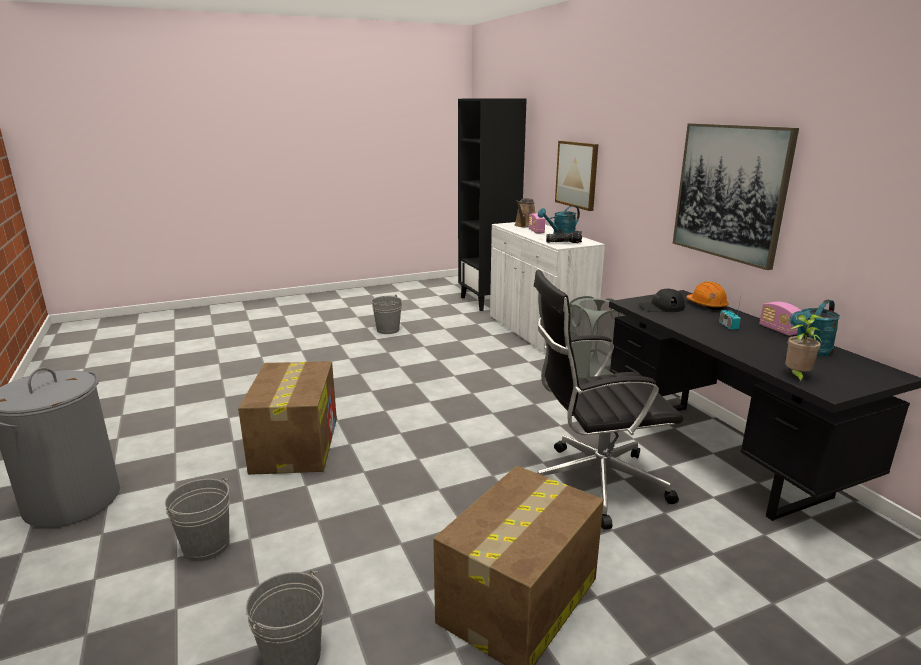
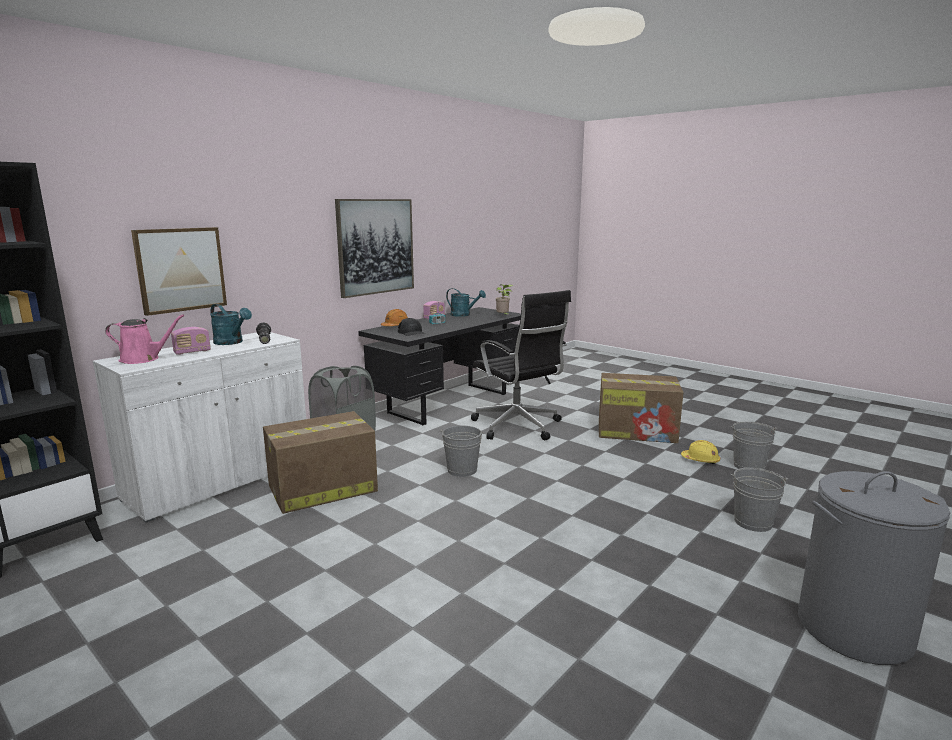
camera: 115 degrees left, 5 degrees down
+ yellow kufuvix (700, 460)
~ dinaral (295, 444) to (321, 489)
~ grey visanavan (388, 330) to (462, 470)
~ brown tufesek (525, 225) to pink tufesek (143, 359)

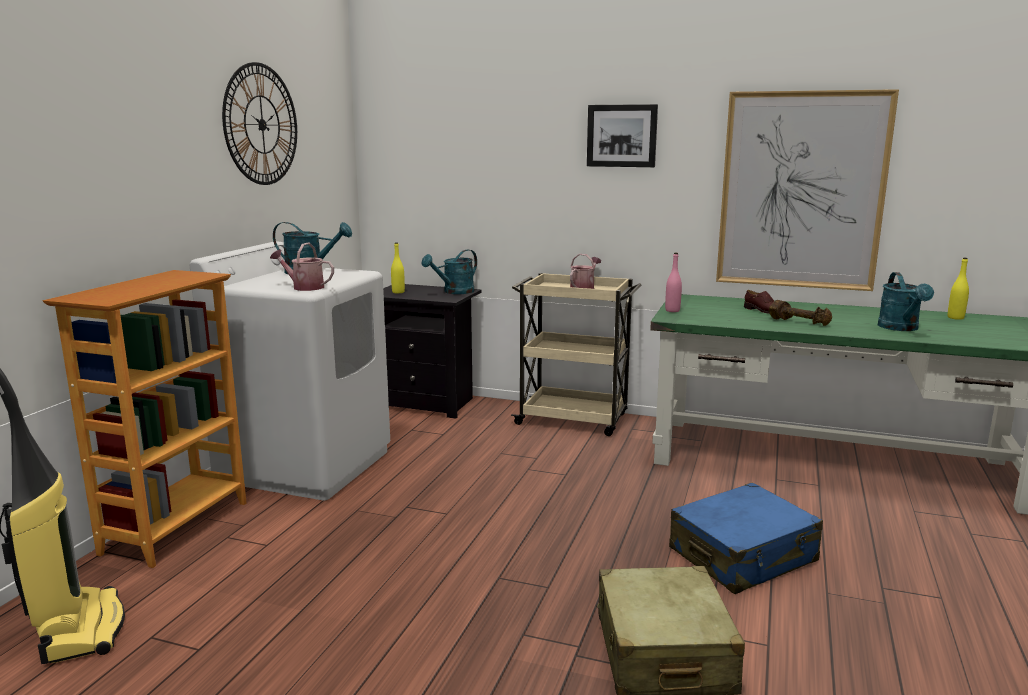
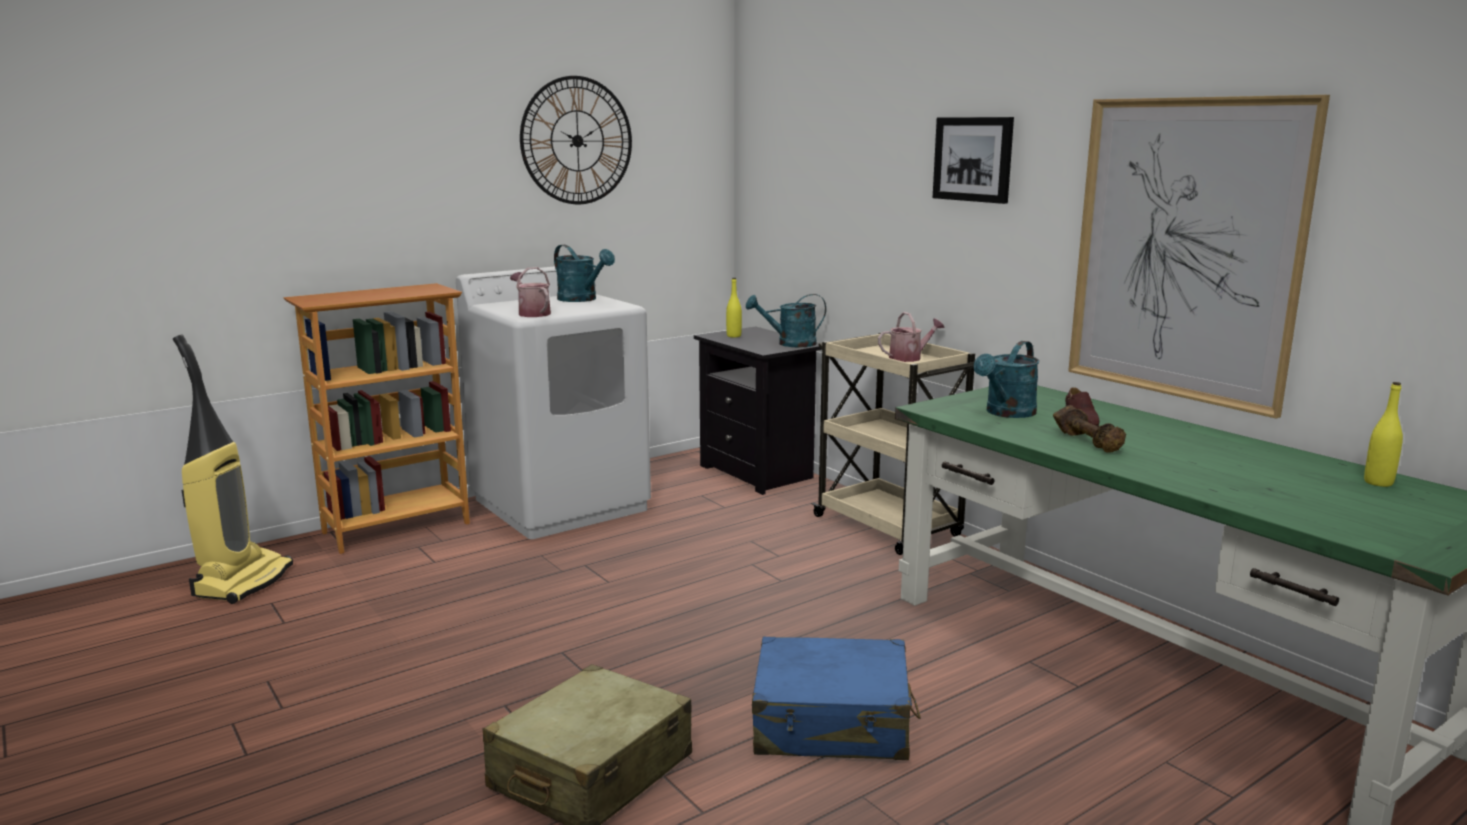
camera: 35 degrees right, 0 degrees up
- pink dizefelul (672, 310)
~ turquoise tufesek (901, 328) to (1006, 413)

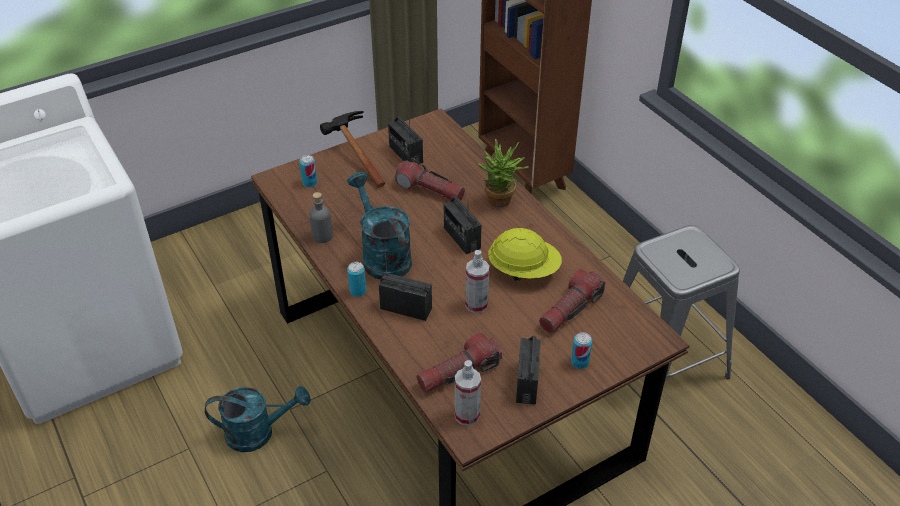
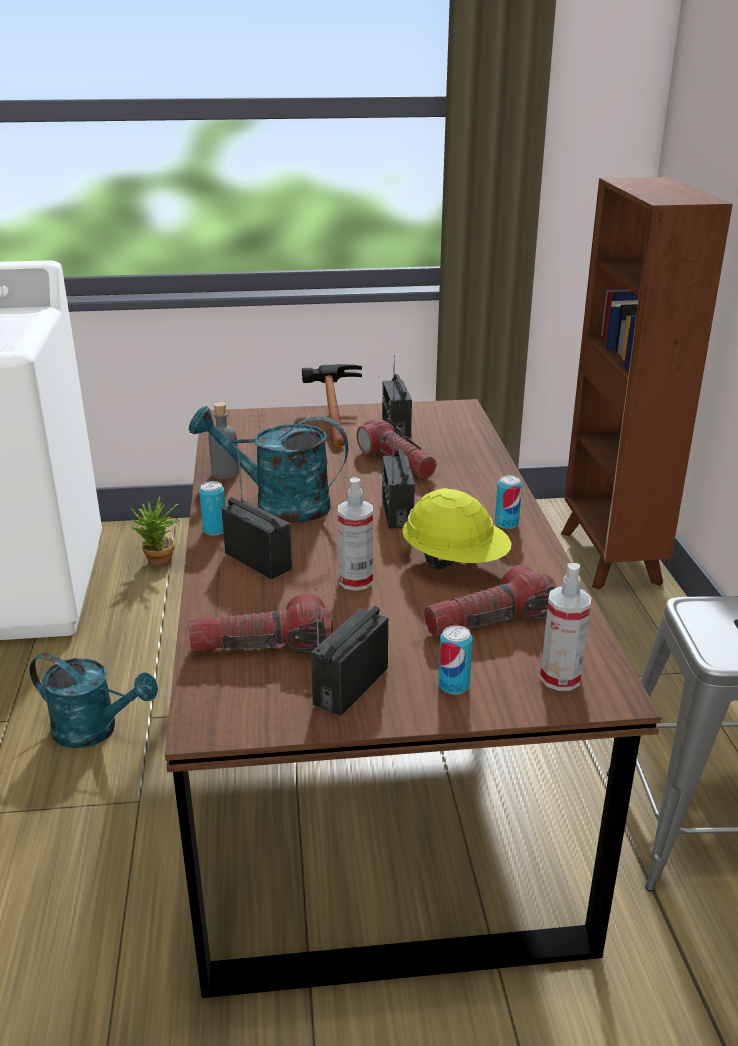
camera: 25 degrees right, 15 degrees down
~ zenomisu (309, 183) to (506, 523)
~ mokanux (467, 415) to (560, 678)
~ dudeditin (501, 203) to (158, 564)
~ turquoise tufesek (382, 255) = (278, 505) 75 degrees counterclockwise

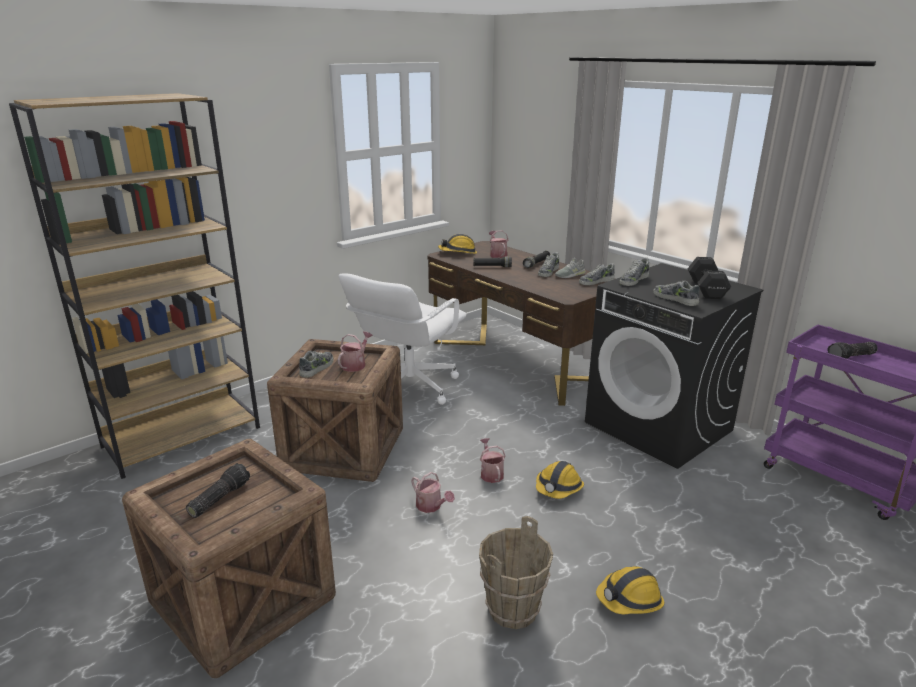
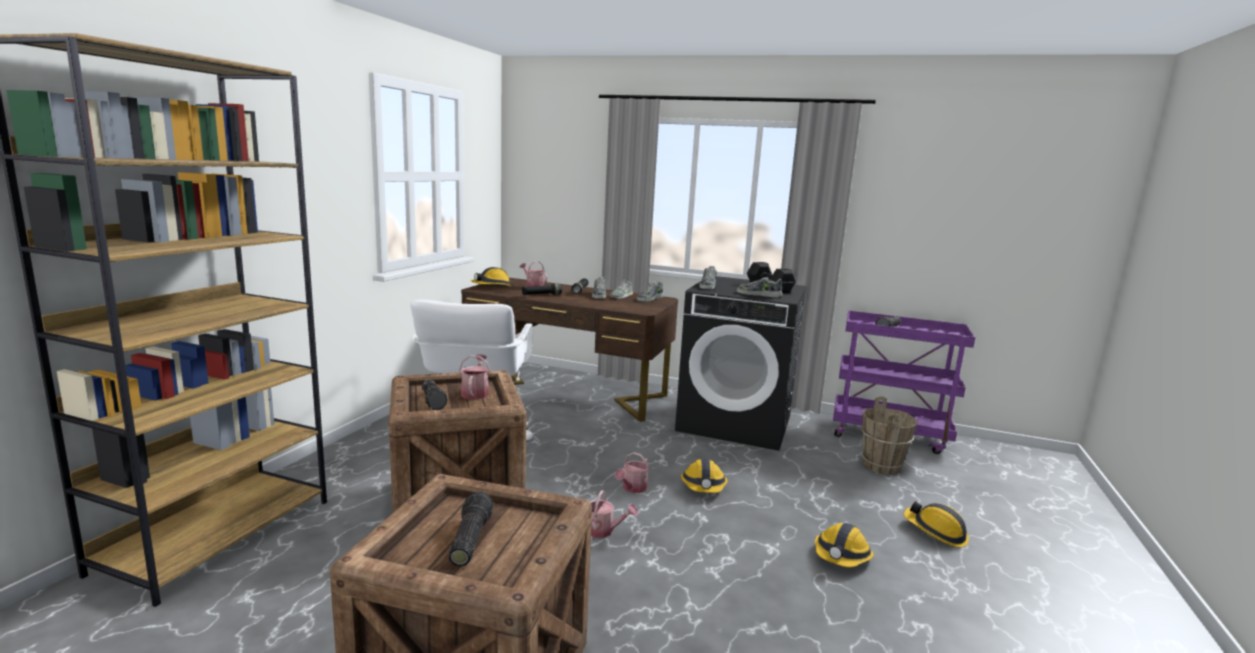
camera: 30 degrees left, 10 degrees down
+ kufuvix (935, 532)
~ brown visanavan (513, 610) to (882, 466)
~ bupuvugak (317, 368) to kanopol (434, 401)
~ tufesek (491, 473) = (632, 488) 105 degrees counterclockwise

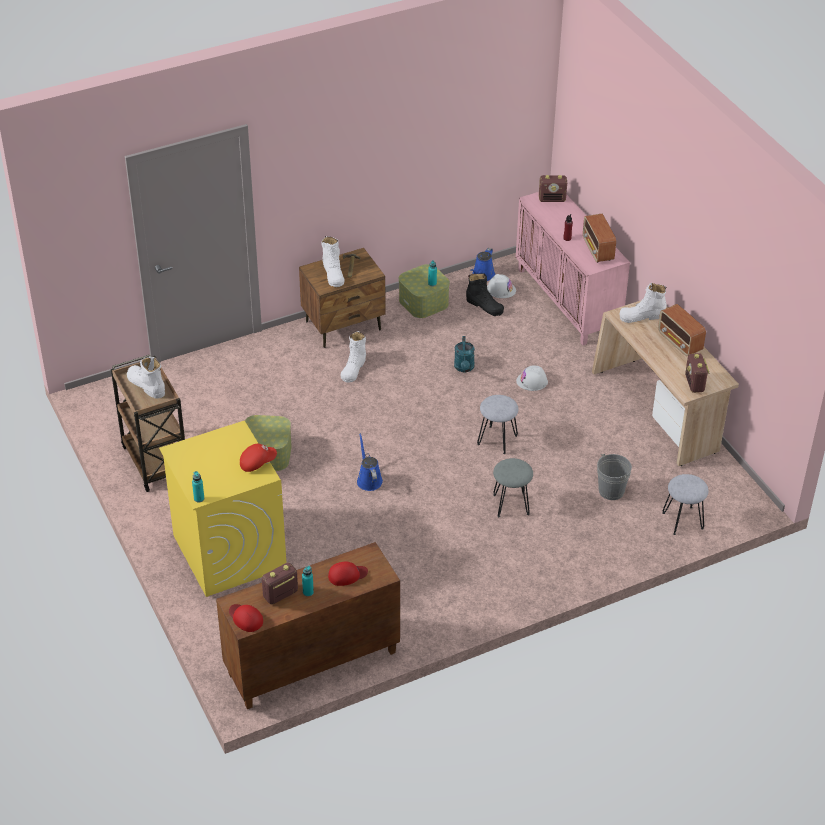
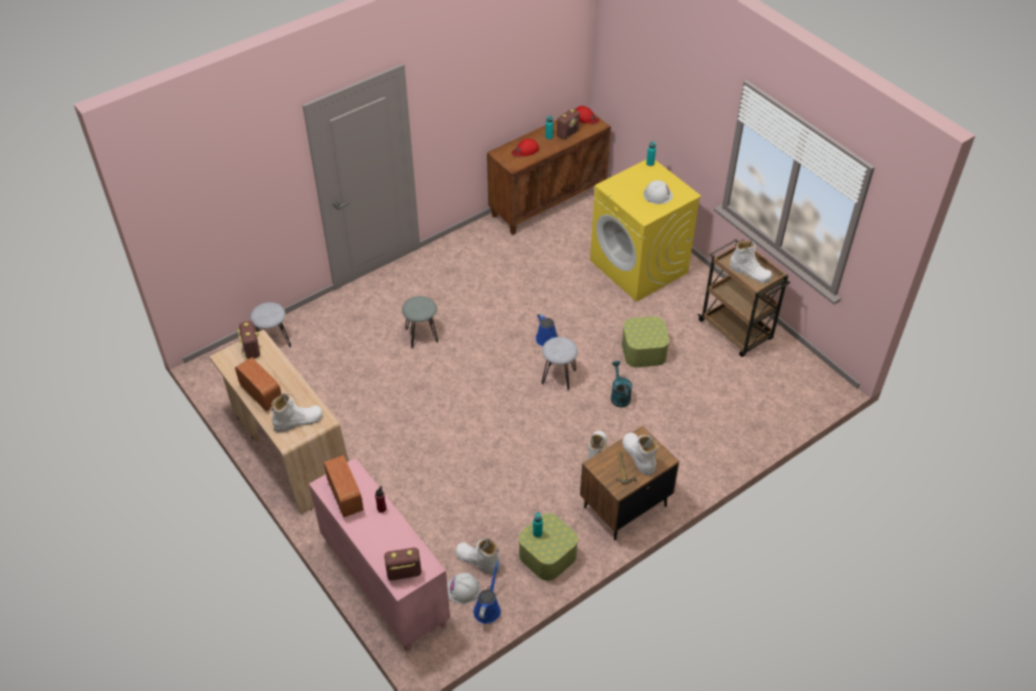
camera: 170 degrees right, 5 degrees up
- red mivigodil (257, 462)
- grey visanavan (611, 491)
~ turquoise tufesek (464, 368) to (619, 395)
~ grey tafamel (497, 439) to (559, 377)
~ white kufuvix (532, 381) to (658, 195)
~ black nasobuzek (484, 306) to white nasobuzek (478, 560)

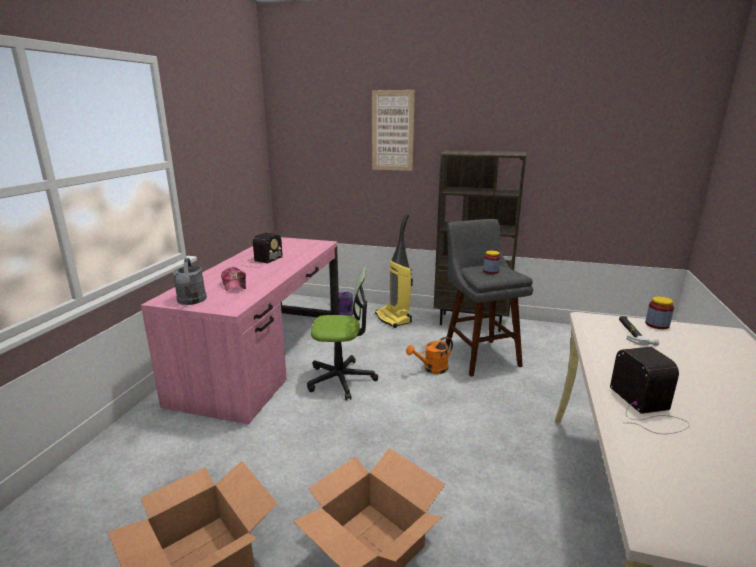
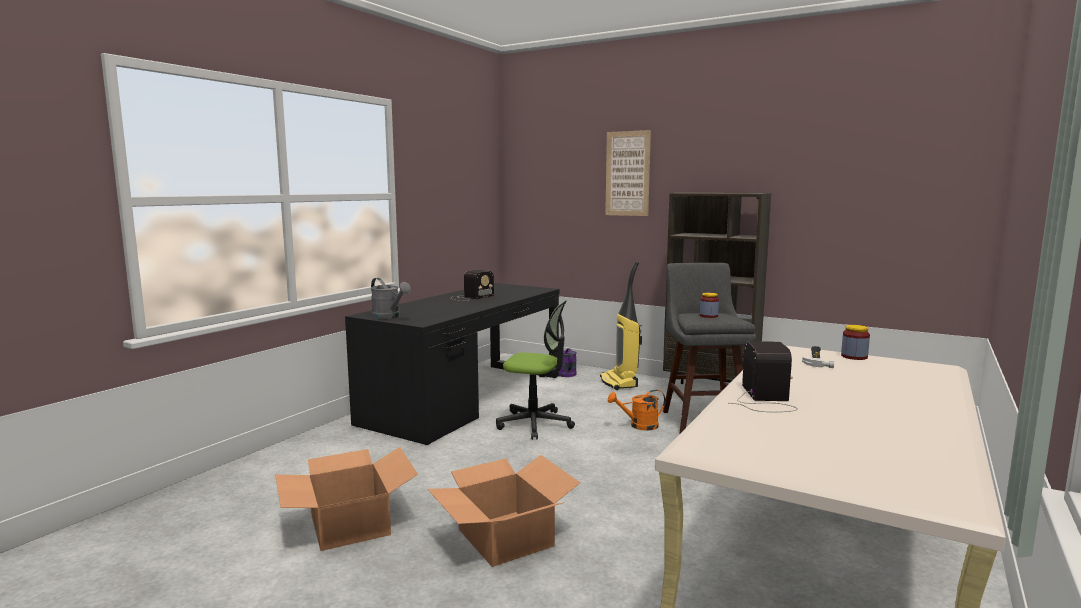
camera: 15 degrees right, 10 degrees down
- mivigodil (235, 284)
~ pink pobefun (266, 355) to black pobefun (466, 399)
~ grey tufesek (191, 301) = (389, 317) 45 degrees counterclockwise

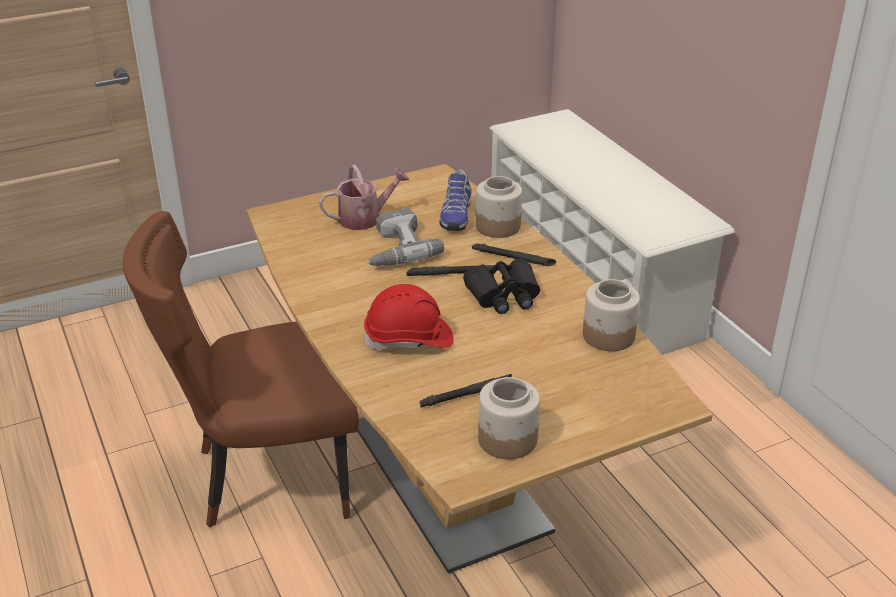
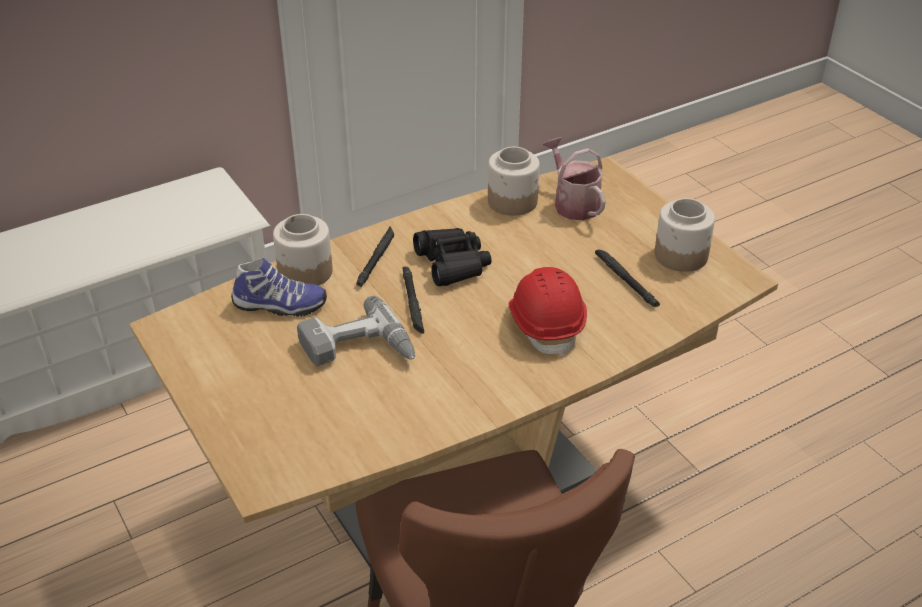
camera: 95 degrees left, 5 degrees up
~ tufesek (365, 218) to (573, 203)

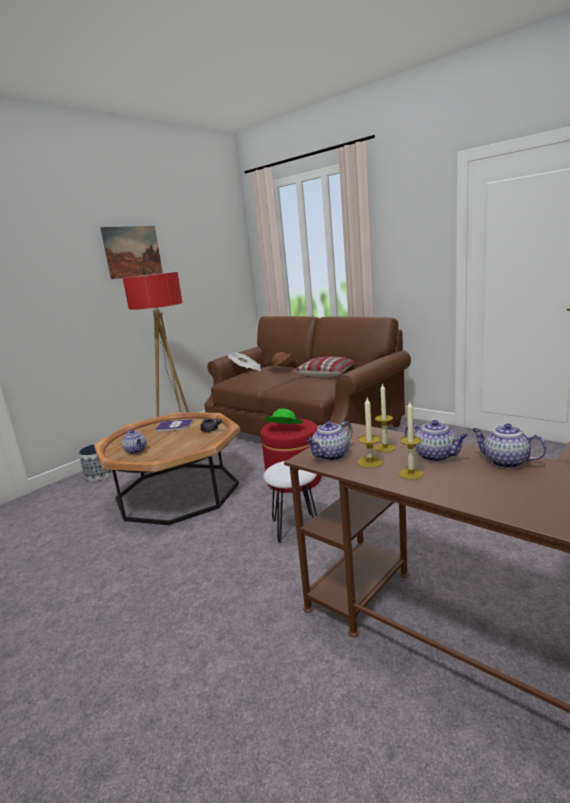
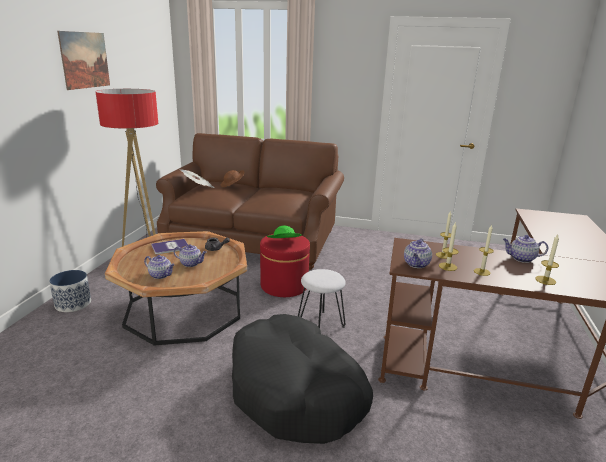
camera: 30 degrees left, 5 degrees up
- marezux (327, 373)
+ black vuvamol (296, 391)
+ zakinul (545, 280)
~ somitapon (436, 456) to (191, 264)

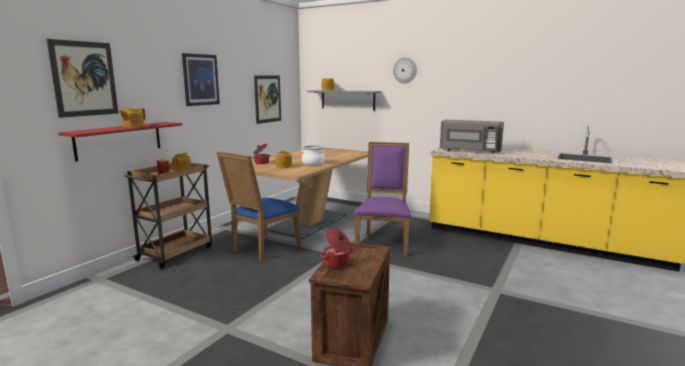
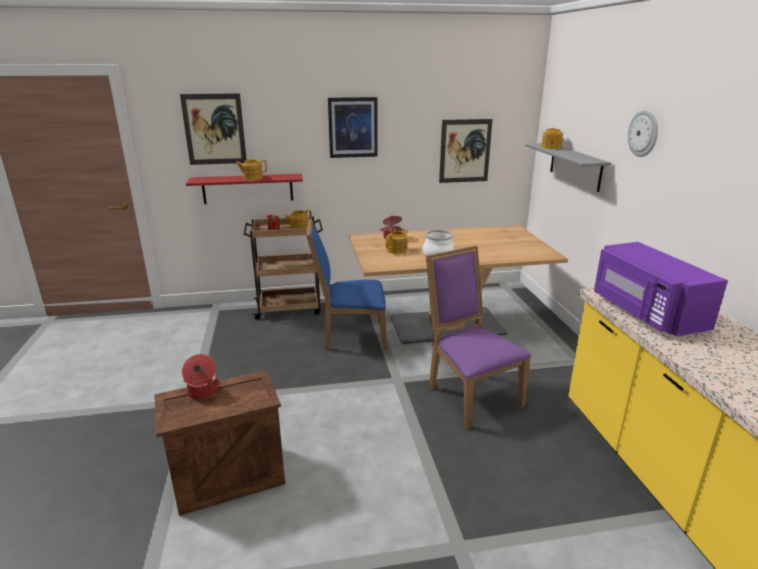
camera: 50 degrees right, 10 degrees up
~ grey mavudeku (470, 150) to purple mavudeku (645, 312)
~ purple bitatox (383, 243) = (469, 394) 90 degrees counterclockwise

